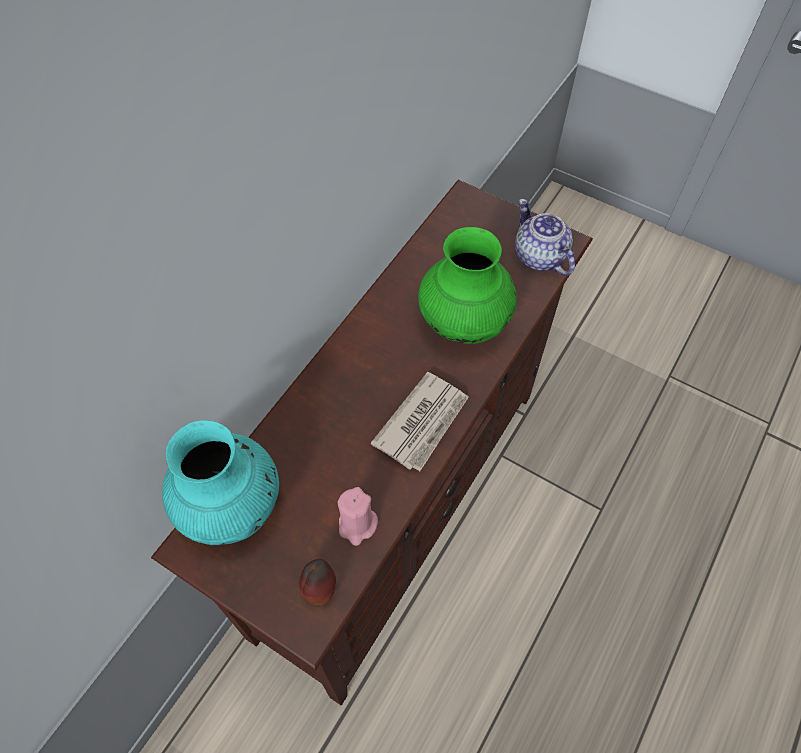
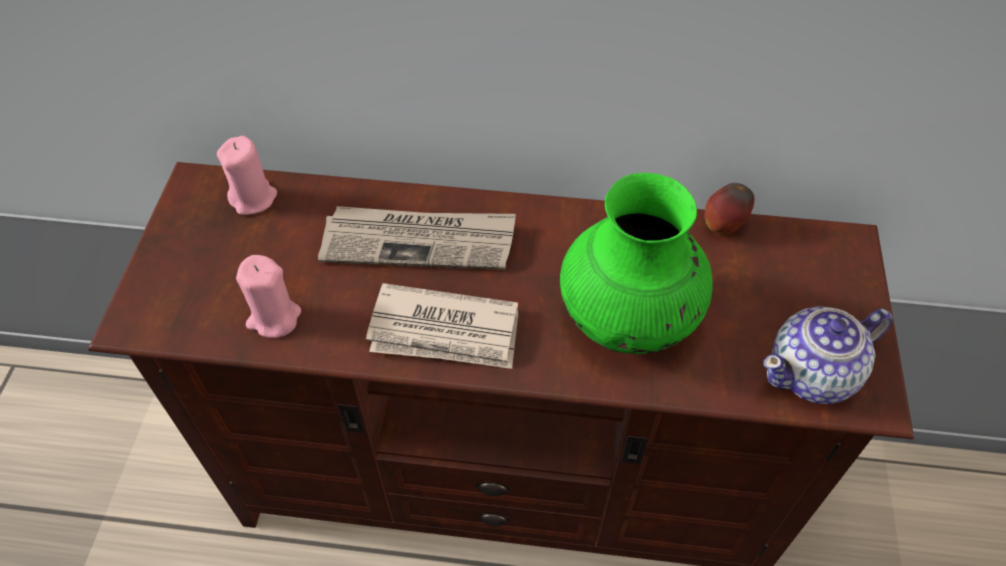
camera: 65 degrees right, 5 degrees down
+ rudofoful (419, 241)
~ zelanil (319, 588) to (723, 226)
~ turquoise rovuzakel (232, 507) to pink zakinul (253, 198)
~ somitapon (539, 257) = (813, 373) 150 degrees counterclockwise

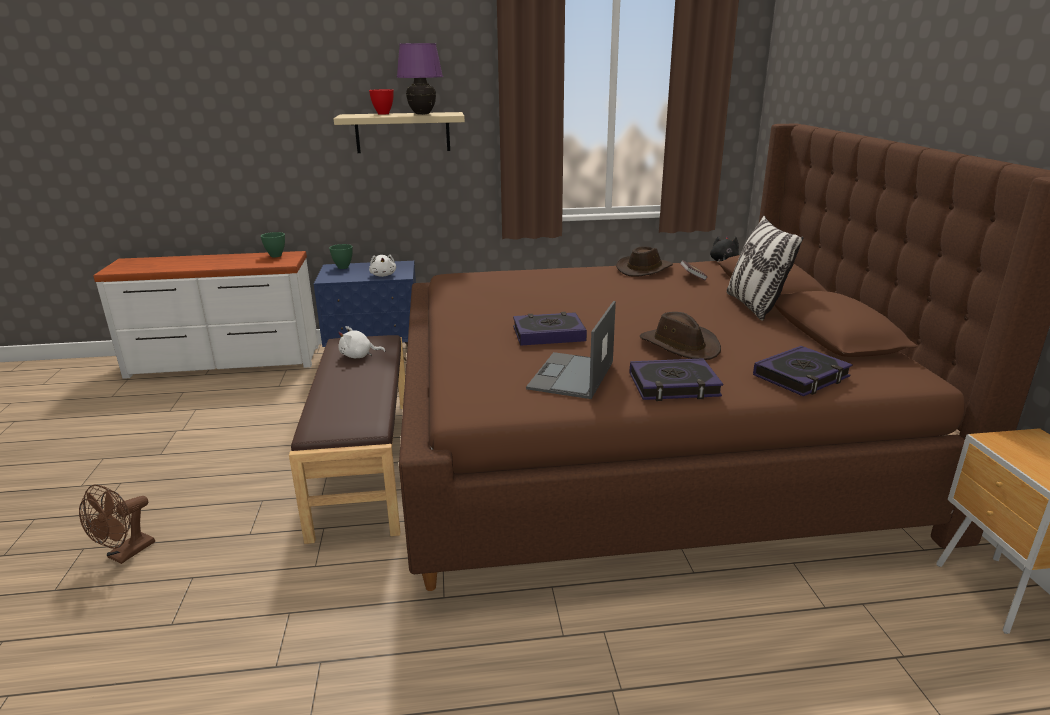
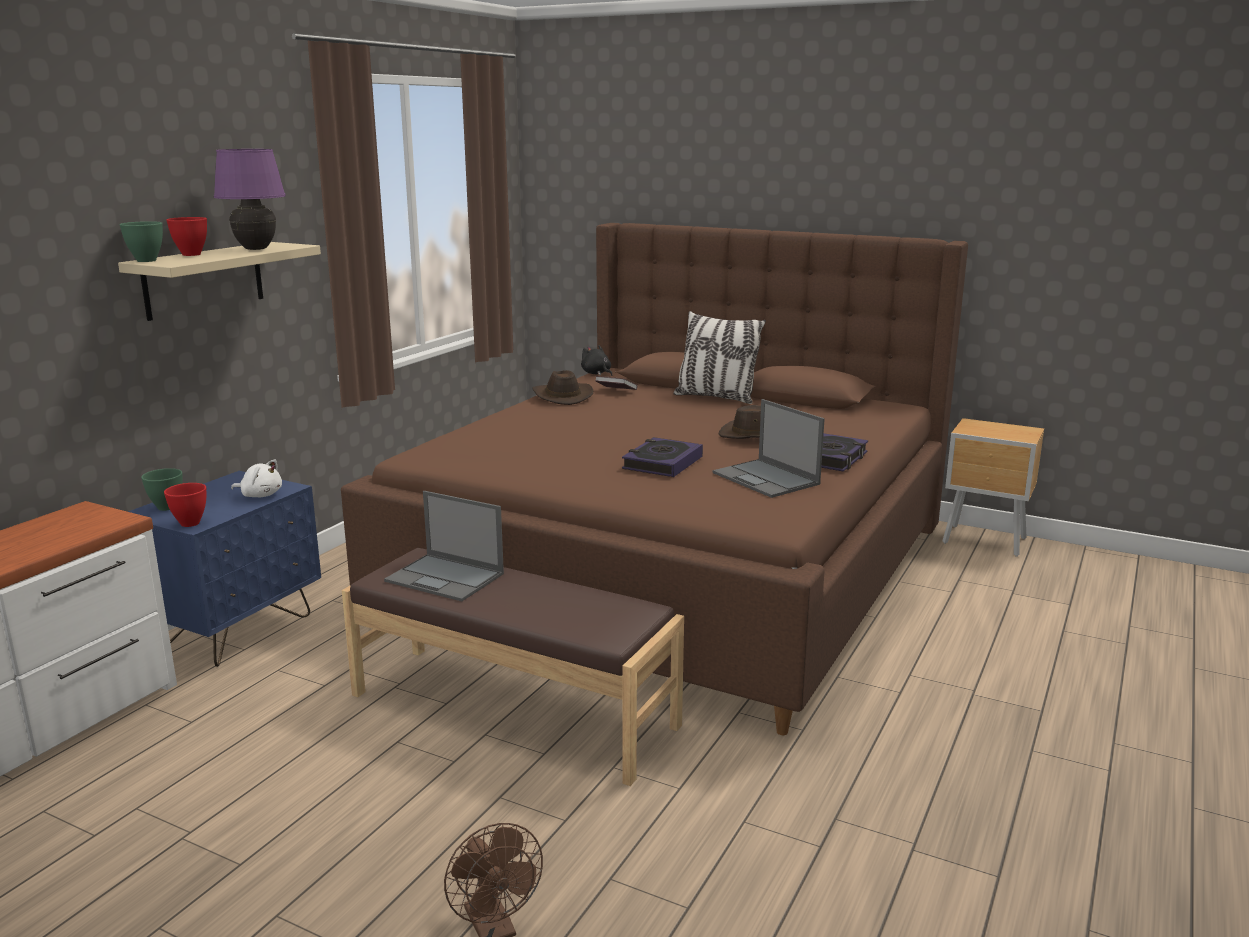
camera: 55 degrees left, 5 degrees down
- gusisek (801, 377)
+ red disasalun (191, 523)
~ green disasalun (275, 256) to (145, 261)
~ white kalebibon (358, 356) to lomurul (446, 578)

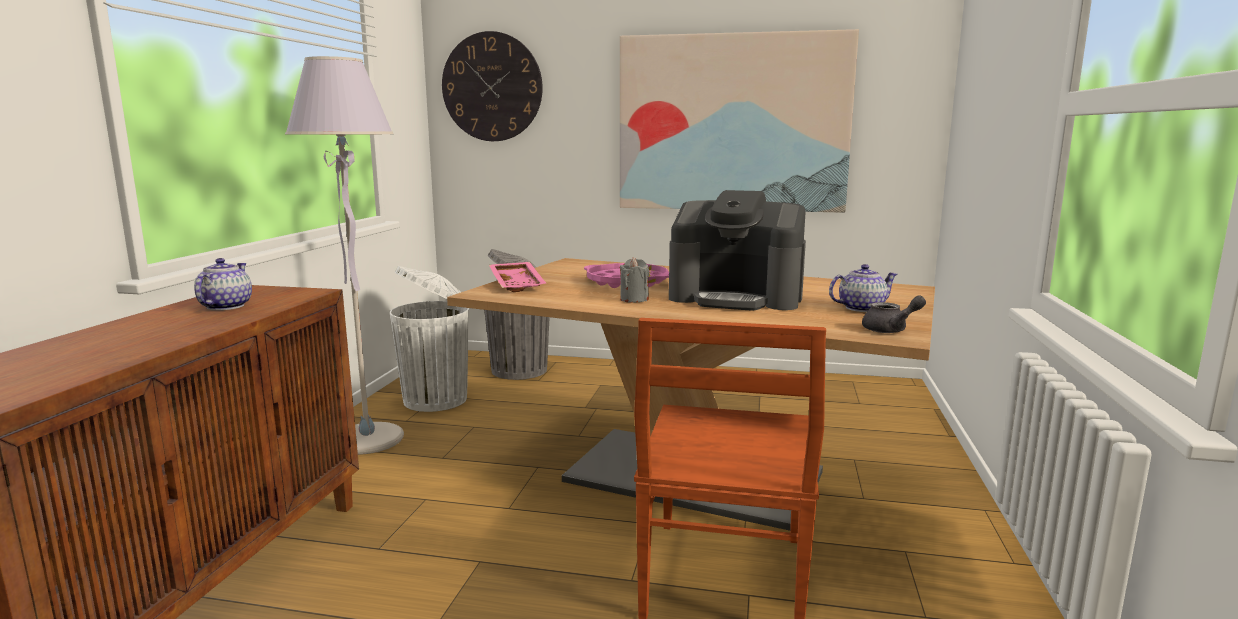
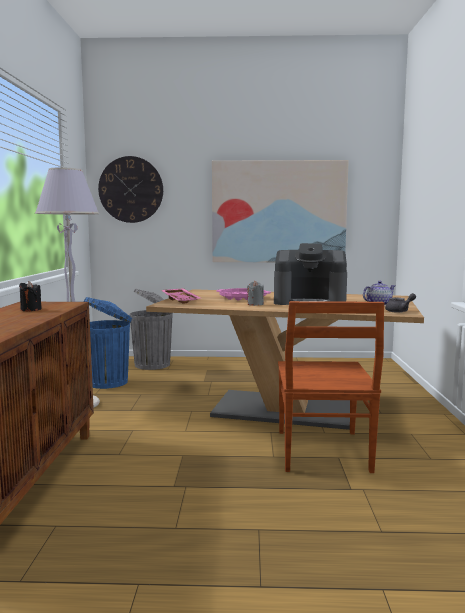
camera: 10 degrees left, 5 degrees down
~ somitapon (225, 306) to black zakinul (31, 309)
~ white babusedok (437, 399) to blue babusedok (109, 382)

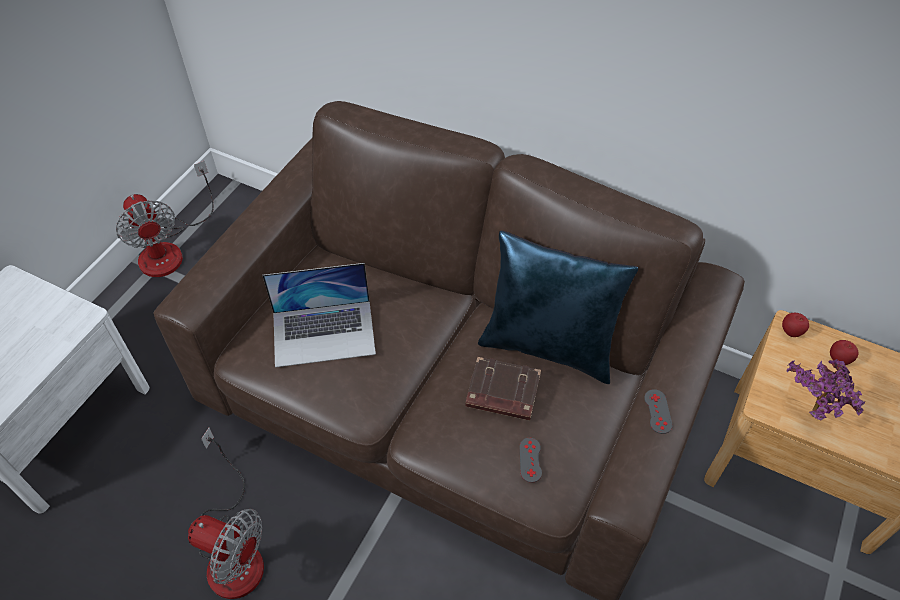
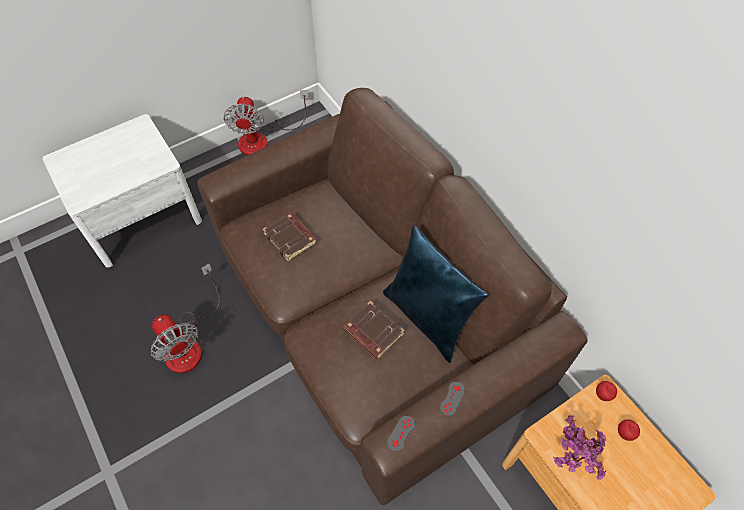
camera: 30 degrees right, 5 degrees up
~ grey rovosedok (530, 460) to (401, 433)
~ lomurul (324, 333) to brown gusisek (291, 238)

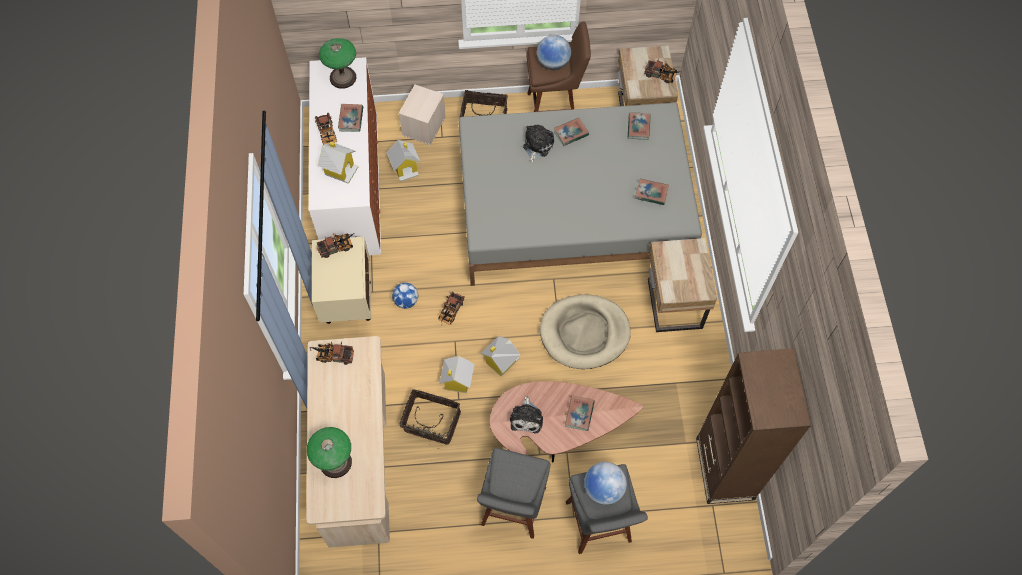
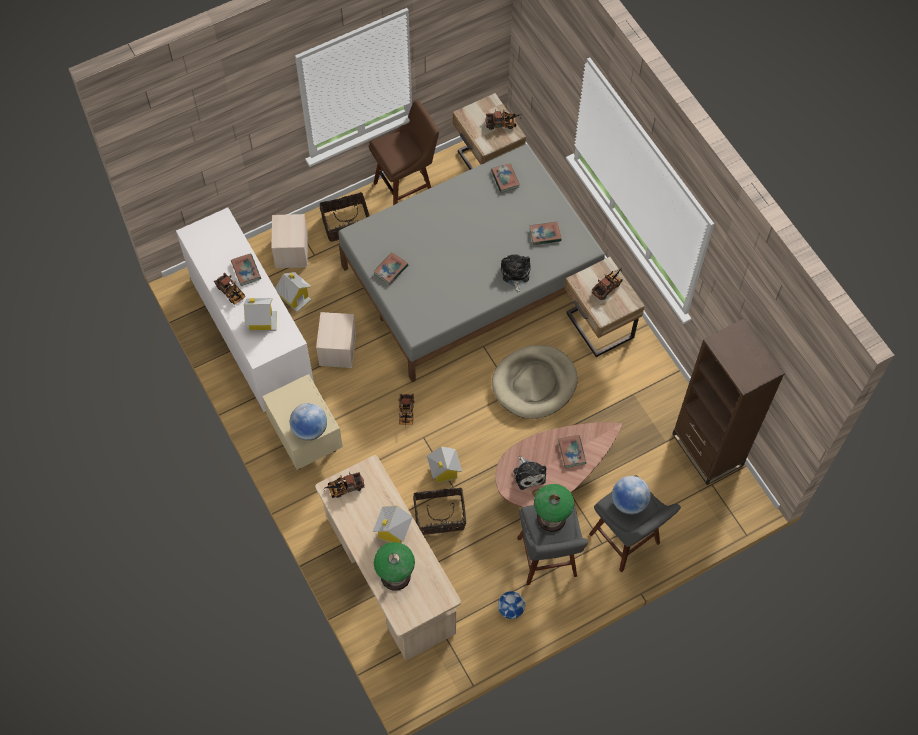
camera: 25 degrees left, 0 degrees up
+ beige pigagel (337, 348)
~ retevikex (338, 247) to (608, 286)
~ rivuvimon (343, 78) to (551, 518)
~ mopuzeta (406, 301) to (510, 609)
~ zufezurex (501, 361) to (393, 531)
~ kalebibon (537, 145) to (515, 274)
~ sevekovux (553, 63) to (309, 429)
~ gusisek (571, 133) to (391, 270)

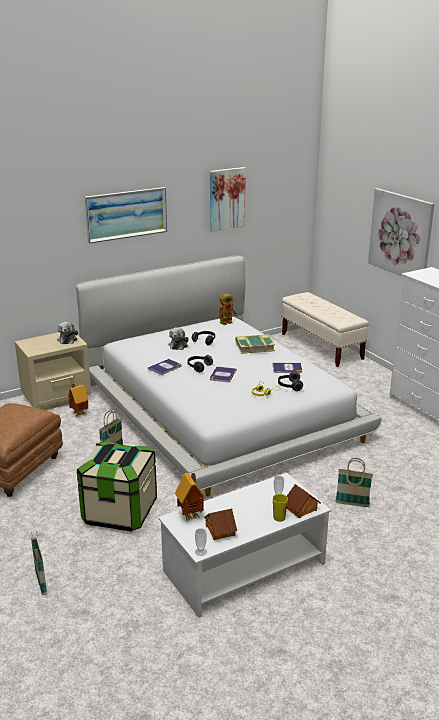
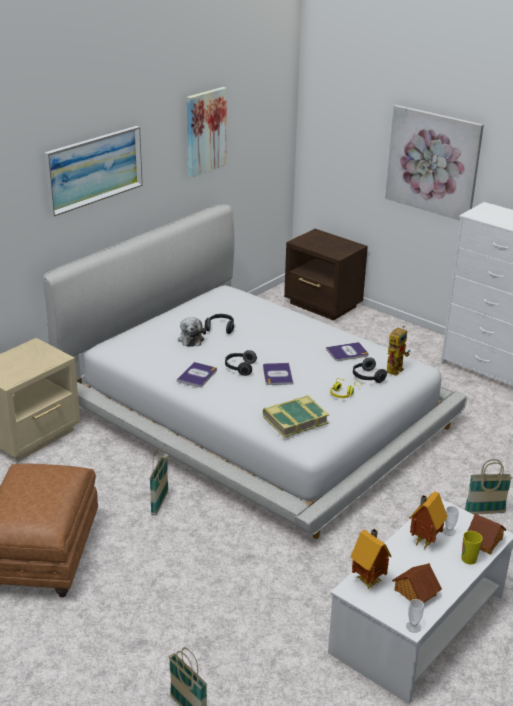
camera: 20 degrees left, 5 degrees up
- kalebibon (67, 339)
- pigagel (120, 512)
~ zufezurex (79, 414) to (423, 541)
~ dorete (227, 322) to (395, 368)
~ gusisek (254, 347) to (295, 420)
~ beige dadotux (321, 347) to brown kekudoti (323, 305)

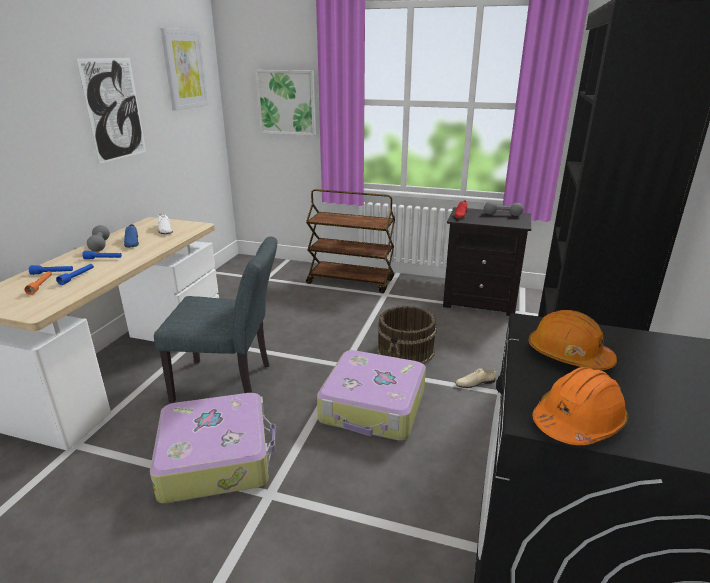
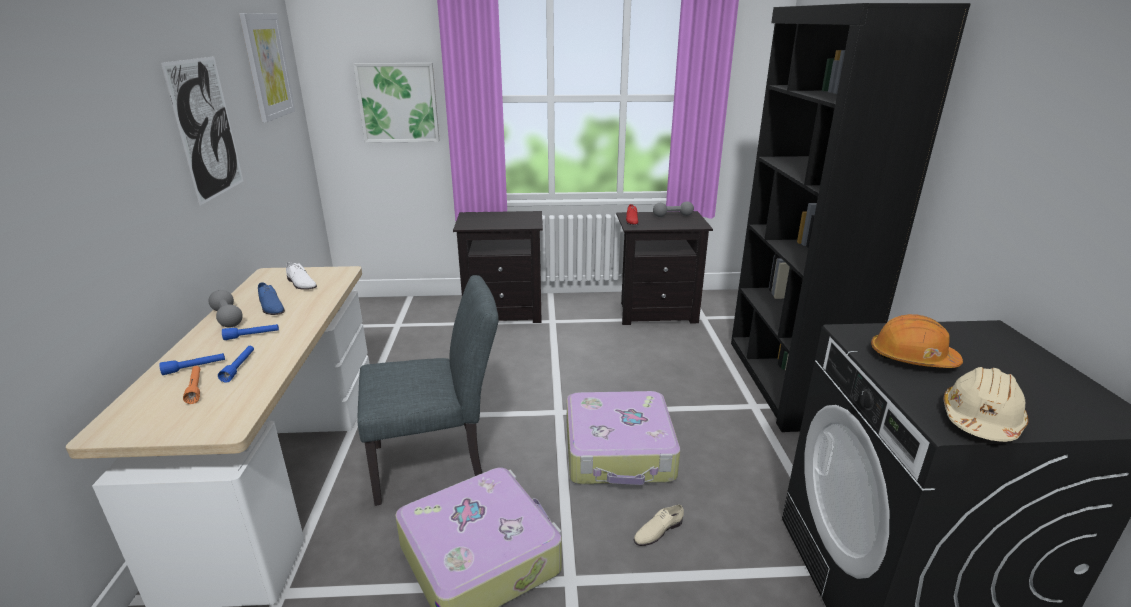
camera: 20 degrees left, 0 degrees up
- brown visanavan (406, 351)
~ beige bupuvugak (475, 382) to (657, 530)
~ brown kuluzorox (351, 281) to black kekudoti (504, 312)
~ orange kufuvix (577, 422) to beige kufuvix (980, 419)

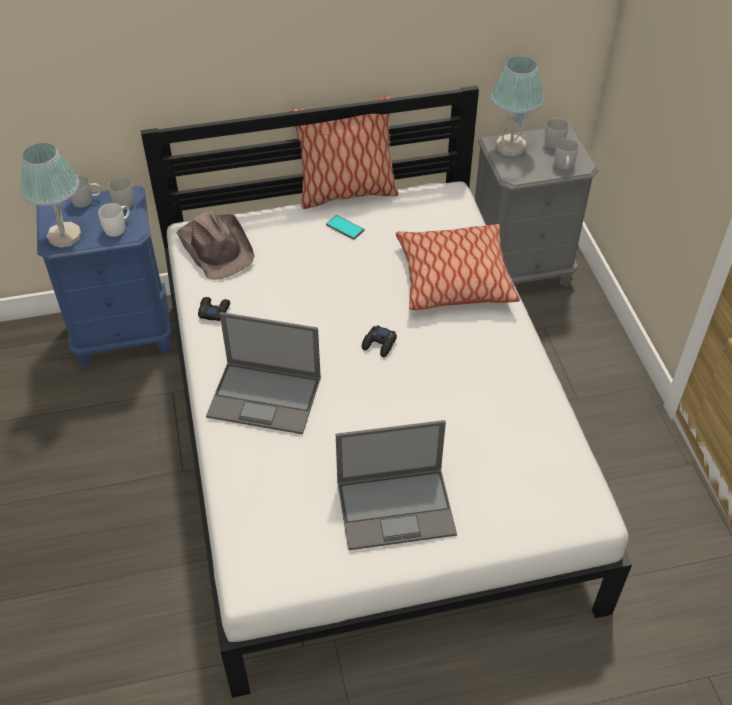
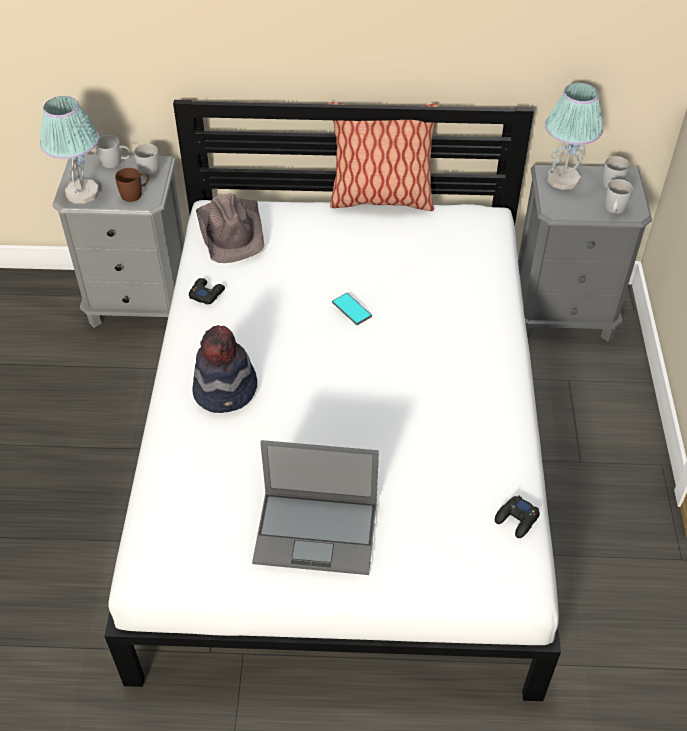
camera: 15 degrees right, 0 degrees up
- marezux (454, 278)
~ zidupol (345, 227) to (352, 309)
~ black rovosedok (379, 344) to (517, 519)
~ lomurul (266, 397) to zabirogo (226, 390)
~ blue kekudoti (123, 334) to grey kekudoti (140, 303)
~ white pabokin (118, 227) to brown pabokin (135, 194)

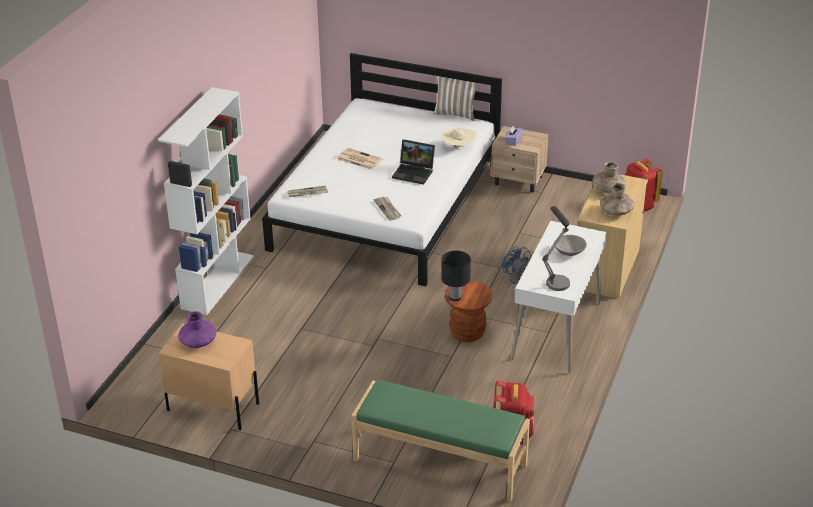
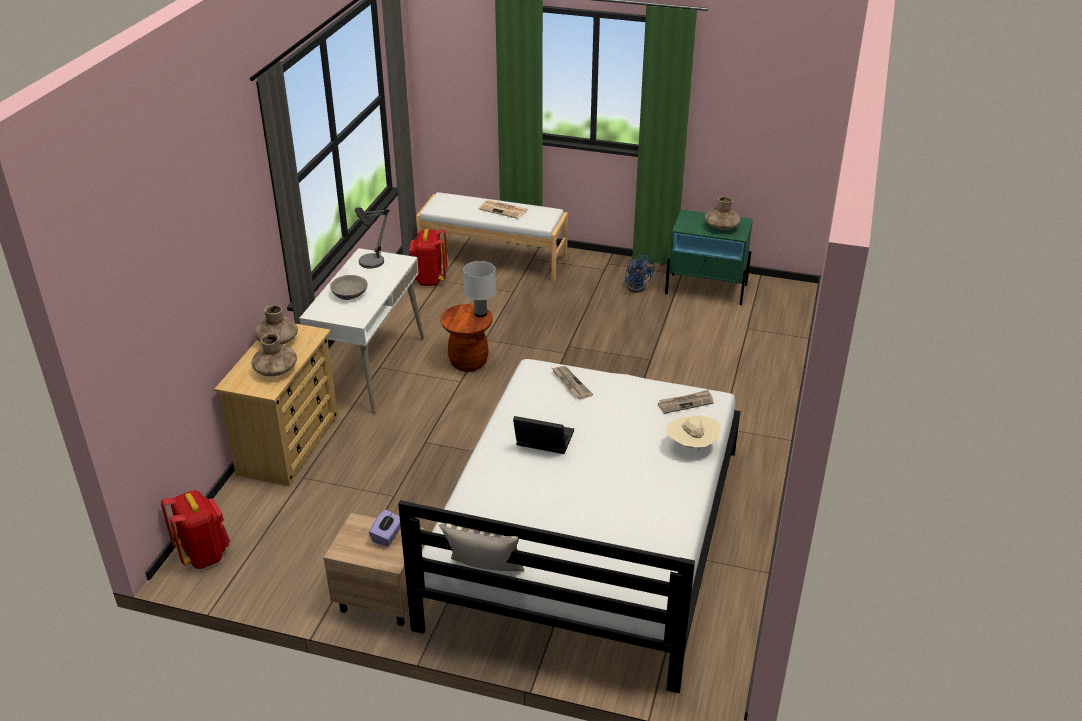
camera: 175 degrees right, 0 degrees up
- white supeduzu (217, 281)
~ rudofoful (358, 159) to (504, 210)
~ beige zabirogo (458, 148) to (691, 446)
~ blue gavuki (516, 282) to (637, 286)
~ beige kekudoti (212, 406) to green kekudoti (706, 289)
~ purple rovuzakel (198, 342) to brown rovuzakel (721, 227)
~ green dadotux (439, 463) to white dadotux (493, 259)
~ black rivuvimon (455, 297) to white rivuvimon (481, 313)

